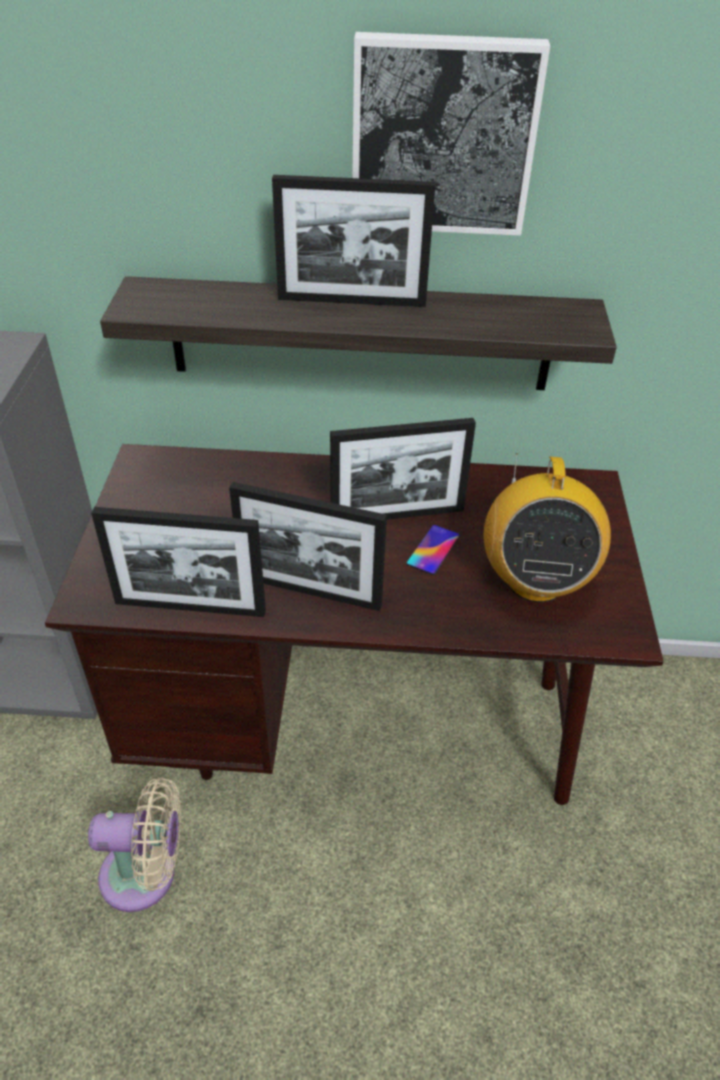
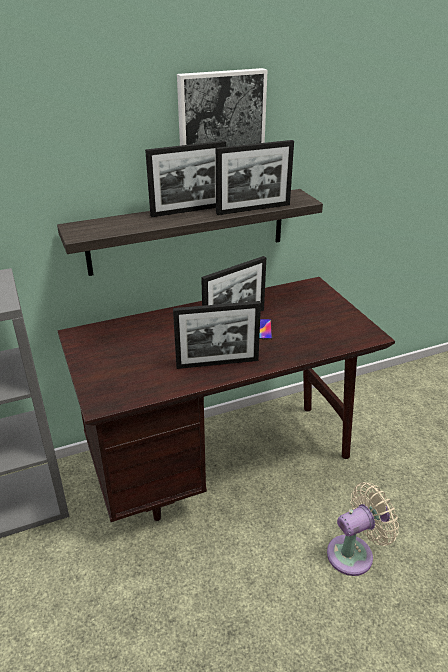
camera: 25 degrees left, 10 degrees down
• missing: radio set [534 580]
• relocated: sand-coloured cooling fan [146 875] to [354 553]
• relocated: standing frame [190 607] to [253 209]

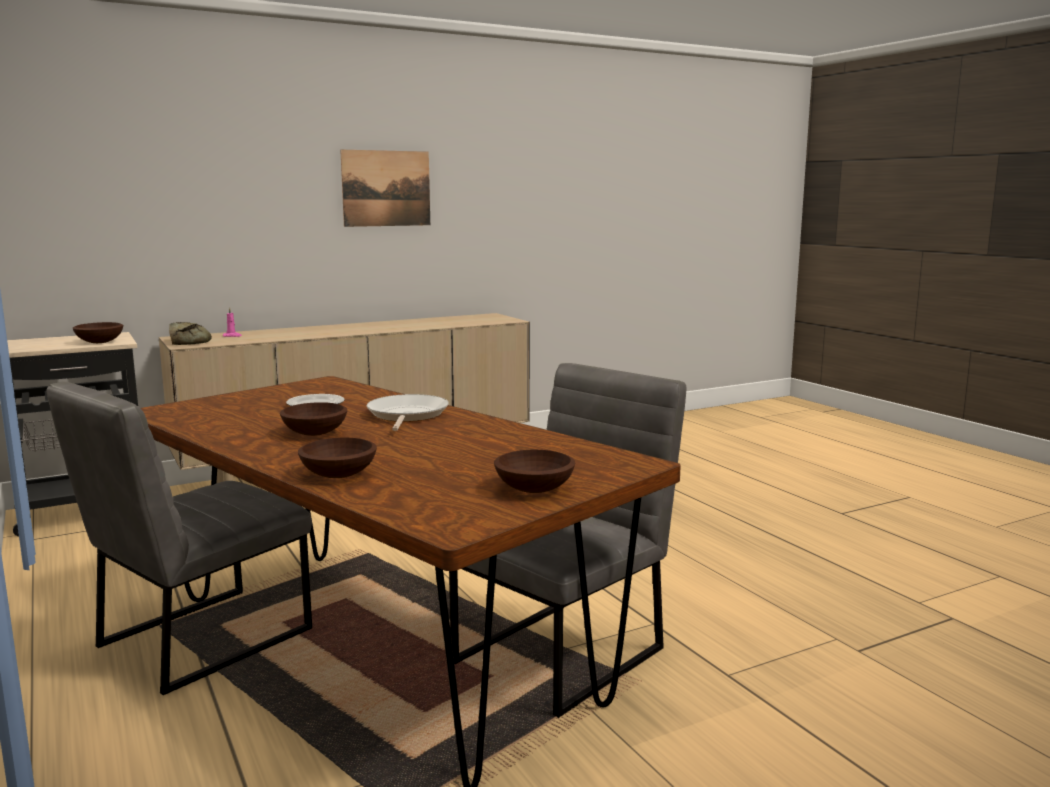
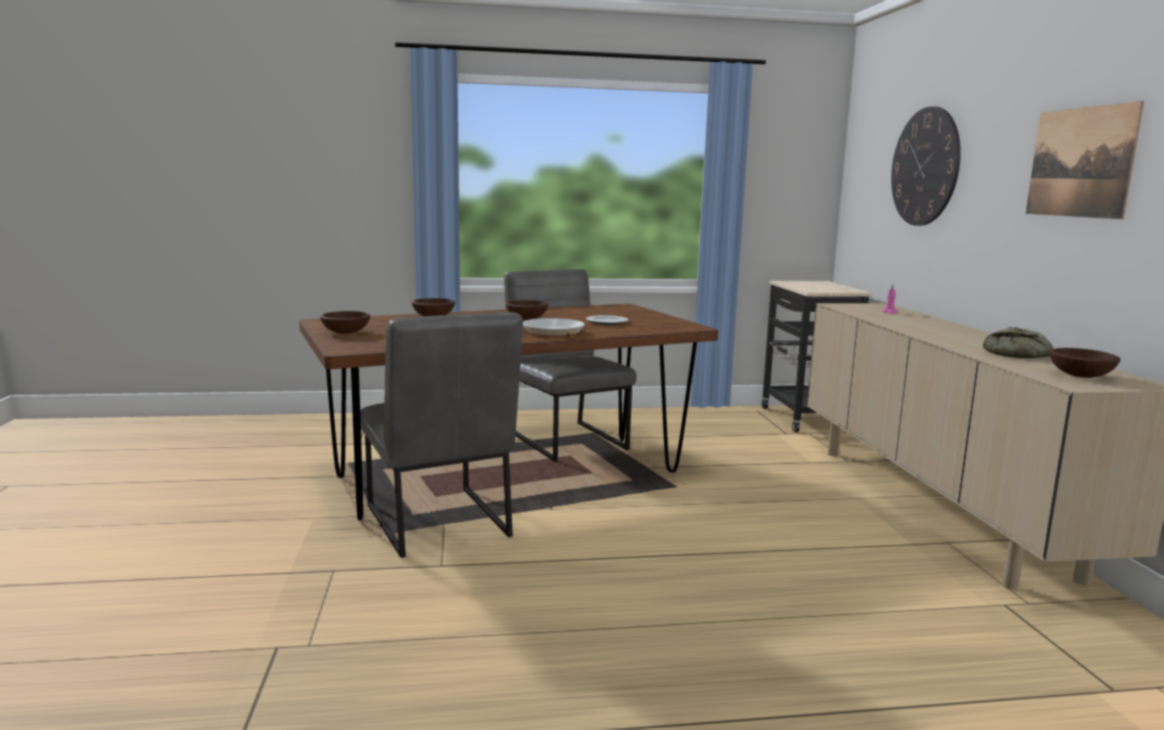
camera: 110 degrees right, 0 degrees up
• appeared: hanging clock [925 167]
• relocated: brownish serving bowl [99 342] to [1081 375]
• relocated: baked bread [189 341] to [1019 354]

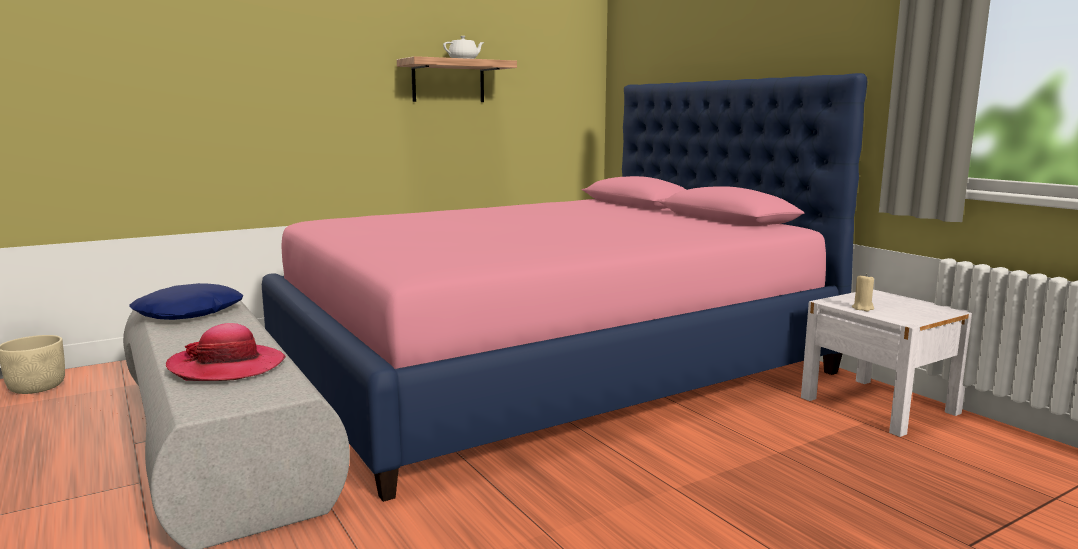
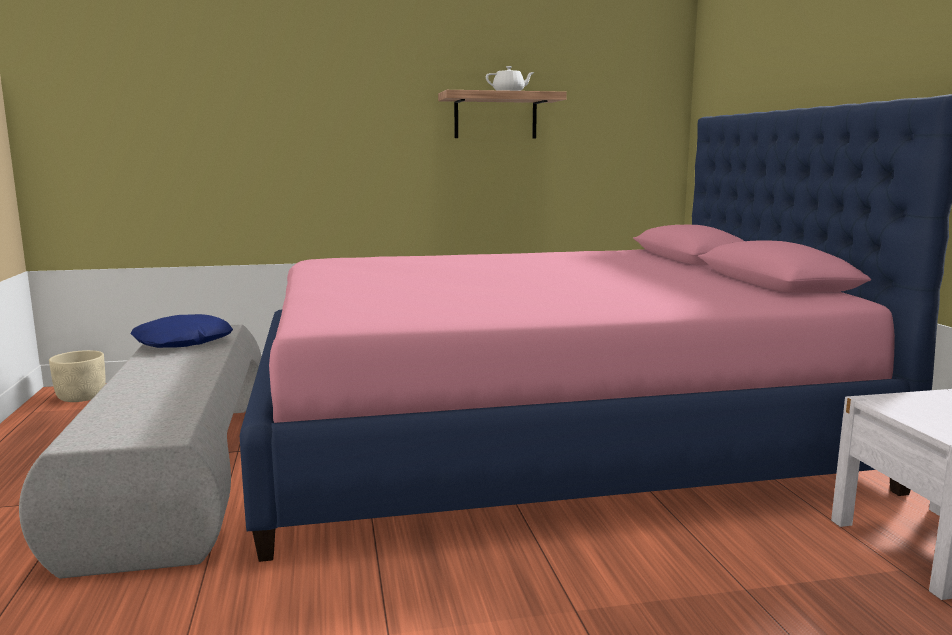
camera: 20 degrees right, 0 degrees up
• missing: clothing hat [227 366]
• missing: sand-coloured wax candle [862 308]

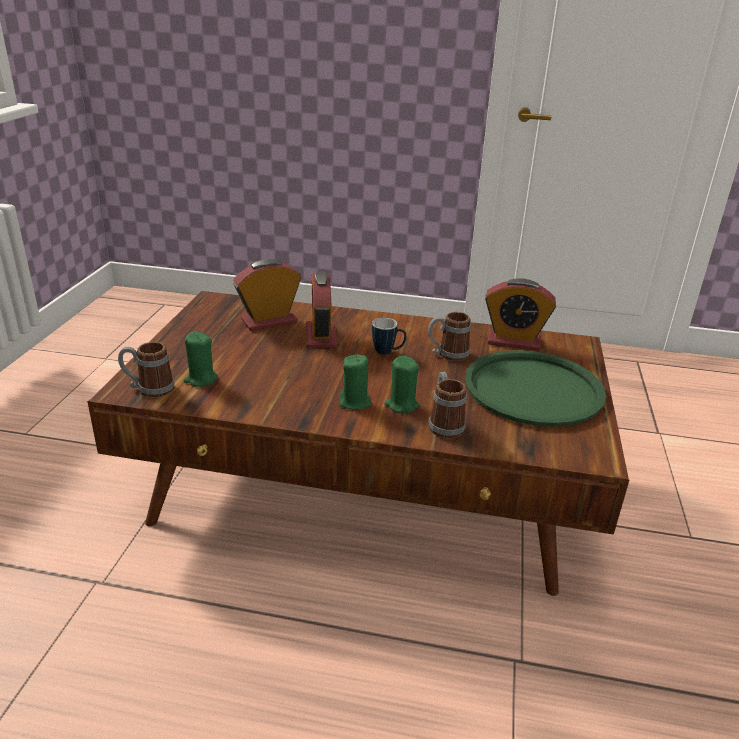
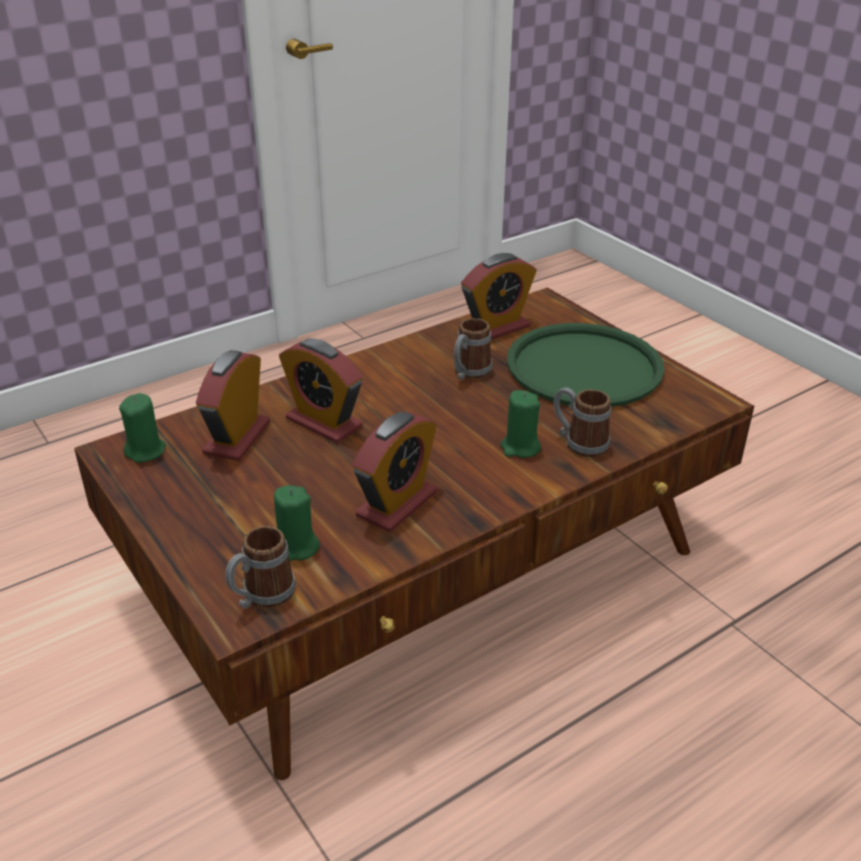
camera: 45 degrees left, 5 degrees up
• missing: tea mug [388 352]
• appeared: alarm clock [396 504]
• relocated: green-coloured wax candle [355 402] to [146 451]

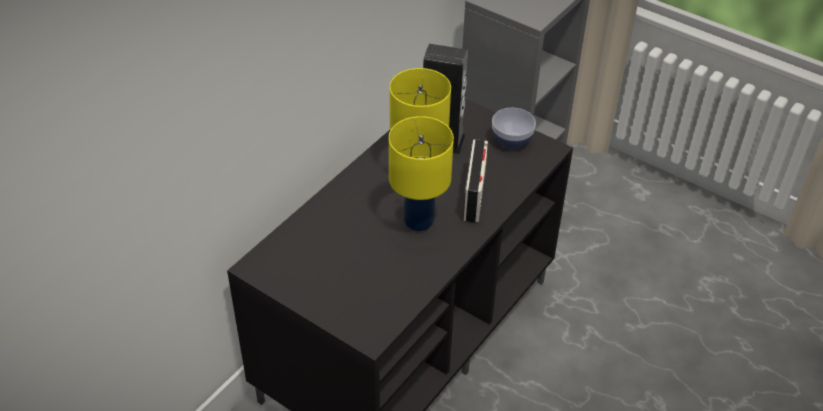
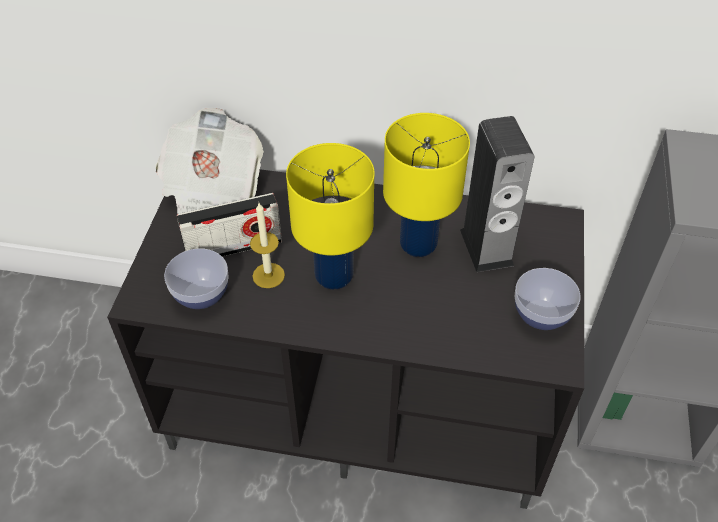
camera: 65 degrees right, 5 degrees up
• appeared: newspaper [212 193]
• appeared: serving bowl [201 295]
• appeared: wax candle [268 275]
• relocated: radio set [474 195] to [234 247]

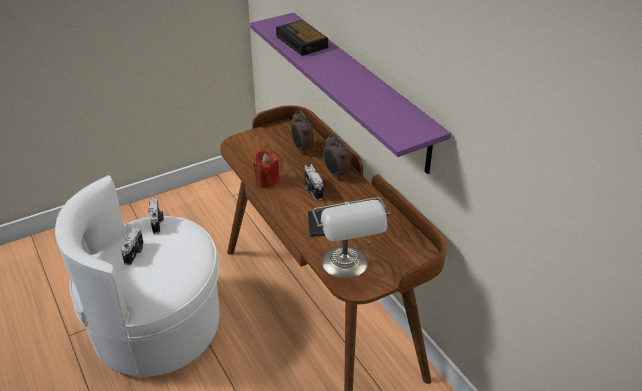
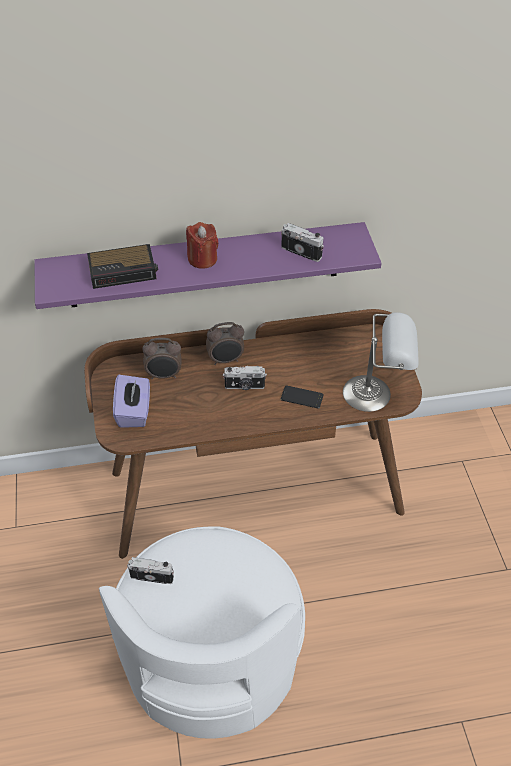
camera: 70 degrees left, 10 degrees up
• appeared: purple tissue holder [134 411]
• relocated: still camera [135 253] to [302 251]
• relocated: reddish wax candle [267 181] to [202 259]

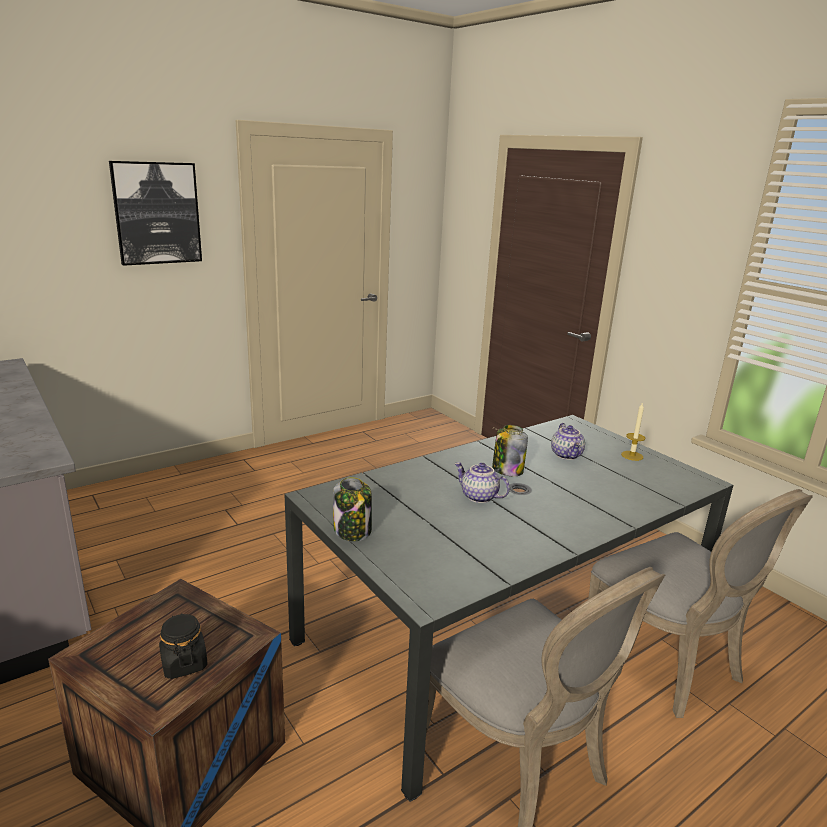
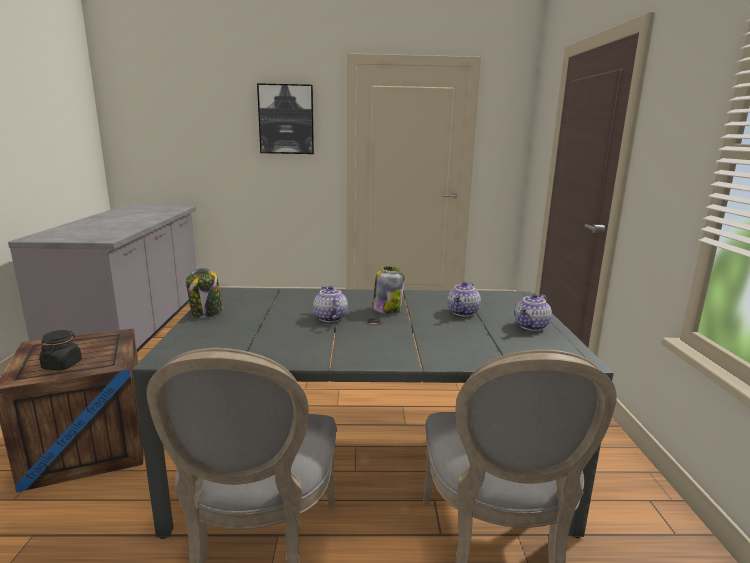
camera: 35 degrees right, 5 degrees down
• exchanged: wax candle [632 455] to tea pot [532 326]

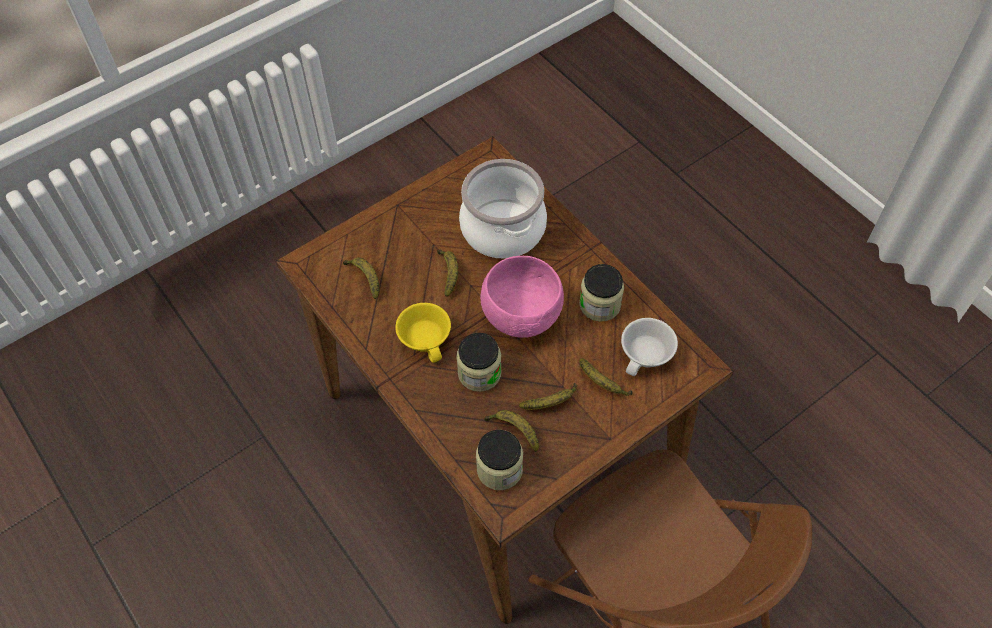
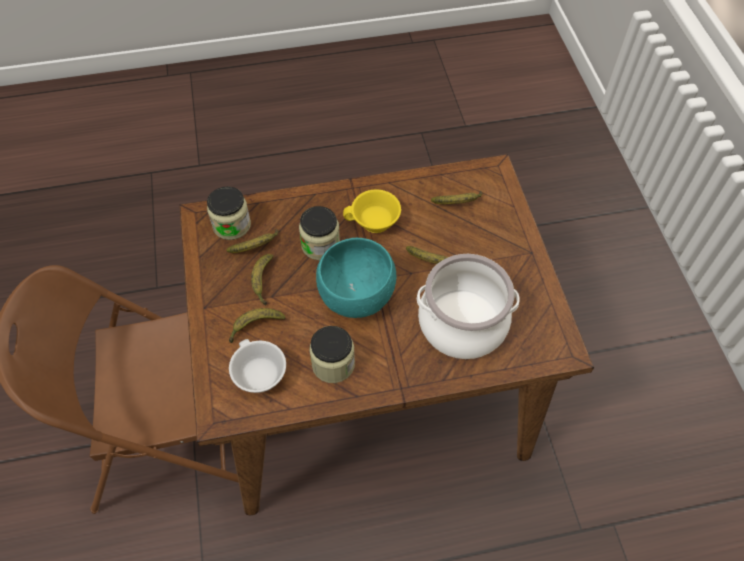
camera: 115 degrees right, 0 degrees up
• colour: pink-coloured serving bowl [521 317] to turquoise serving bowl [356 296]

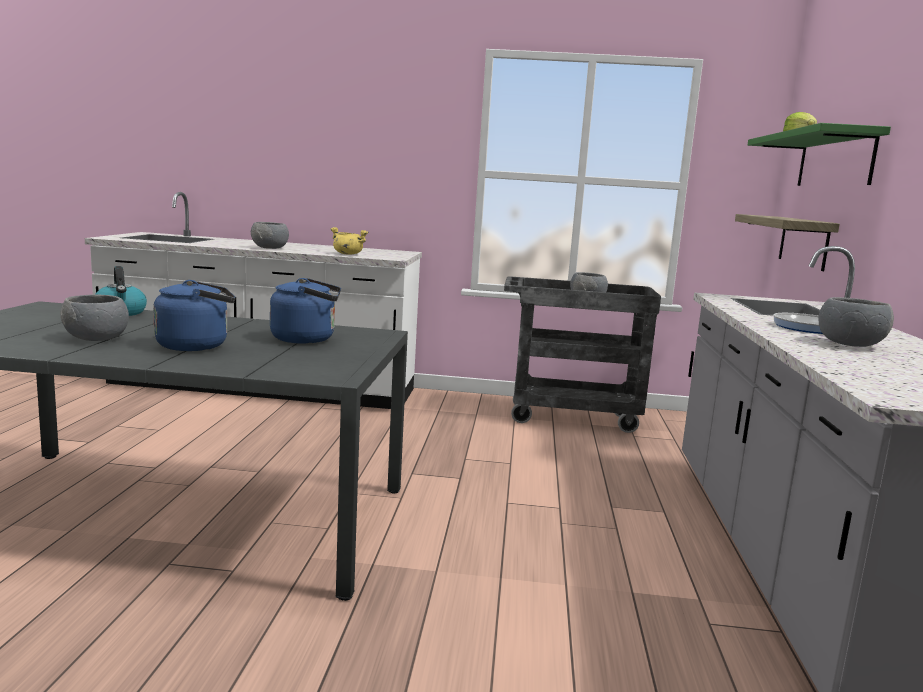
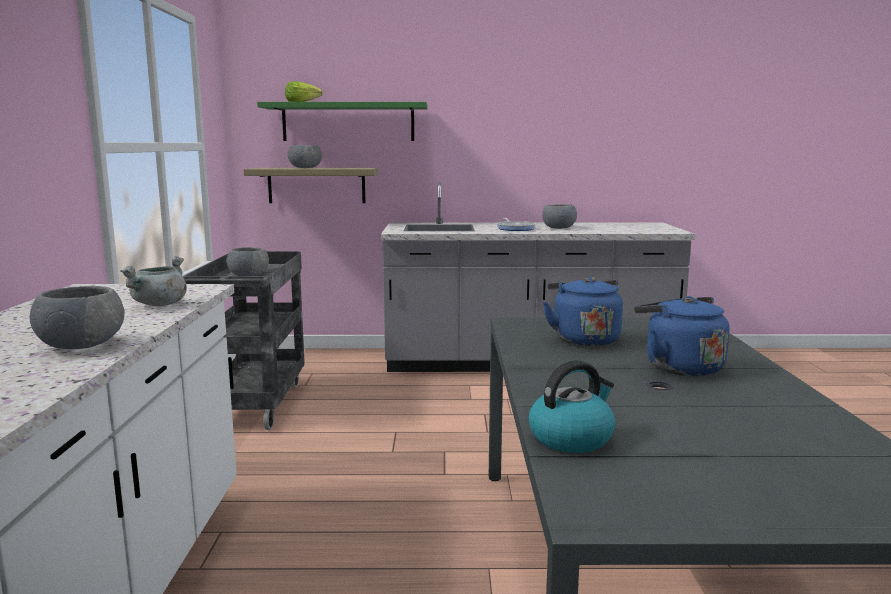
camera: 95 degrees left, 0 degrees up
• relocated: grey serving bowl [96 339] to [305 168]
• colour: yellowish stockpot [347 254] to grey stockpot [159 305]

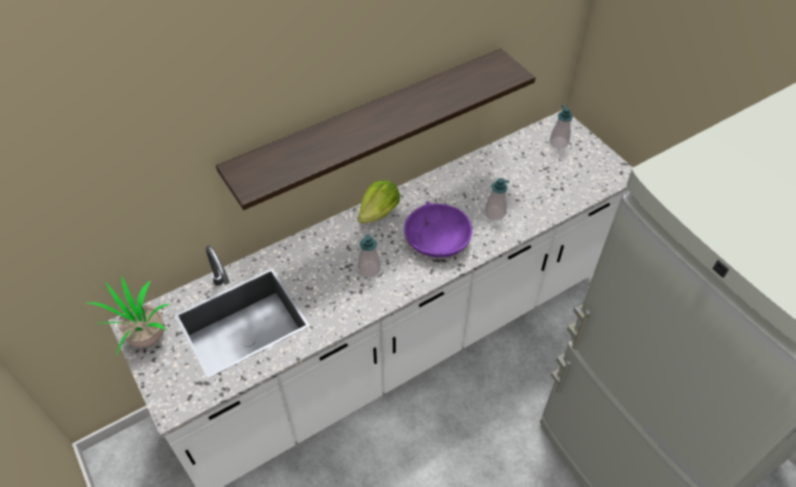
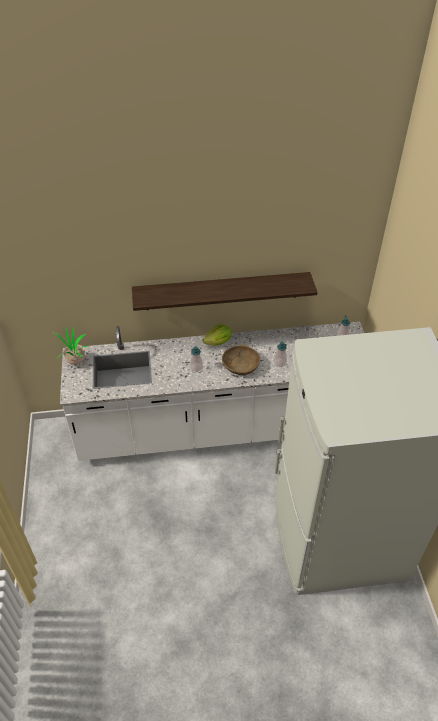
camera: 25 degrees right, 5 degrees down
• colour: purple serving bowl [437 238] to brownish serving bowl [240 364]

